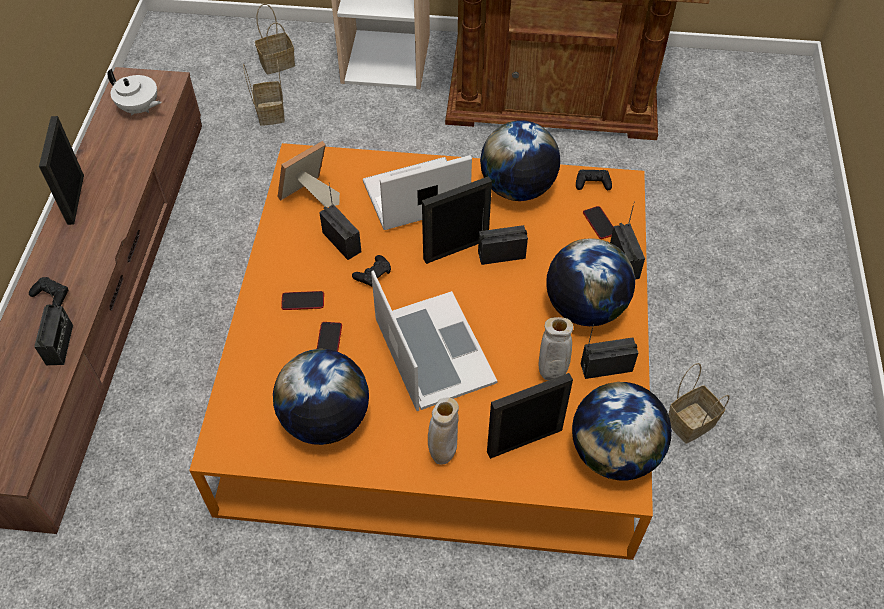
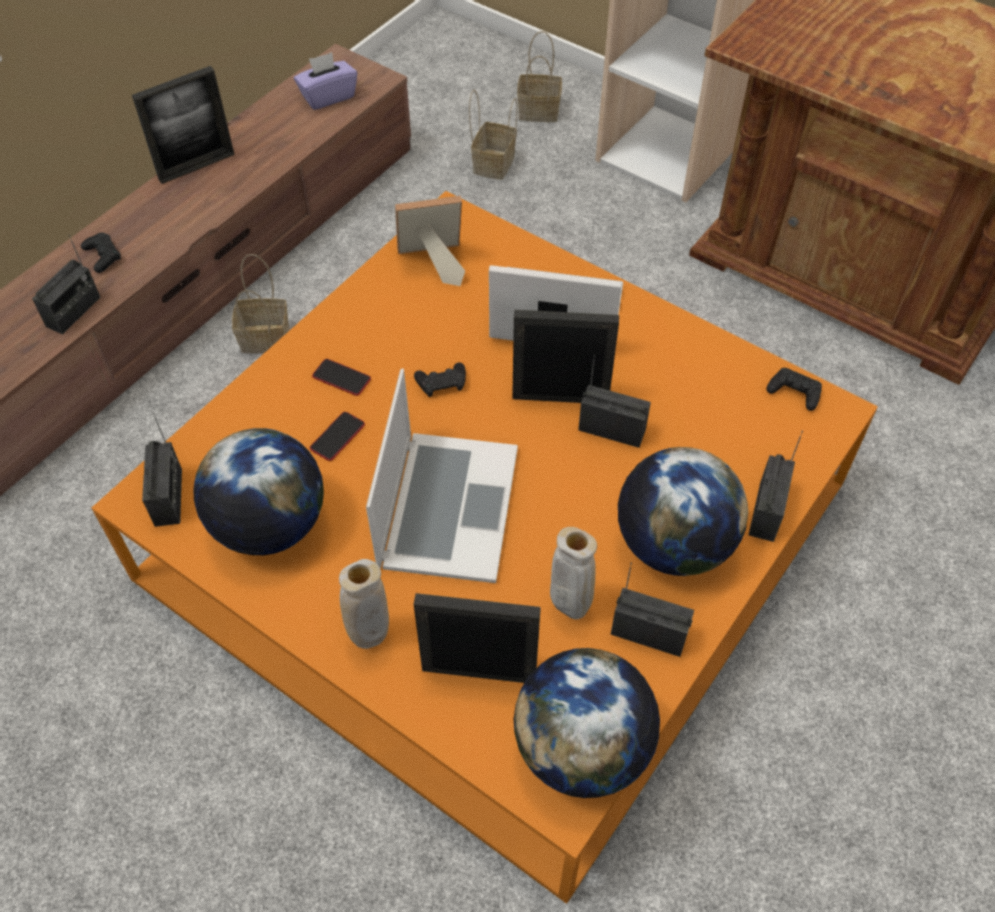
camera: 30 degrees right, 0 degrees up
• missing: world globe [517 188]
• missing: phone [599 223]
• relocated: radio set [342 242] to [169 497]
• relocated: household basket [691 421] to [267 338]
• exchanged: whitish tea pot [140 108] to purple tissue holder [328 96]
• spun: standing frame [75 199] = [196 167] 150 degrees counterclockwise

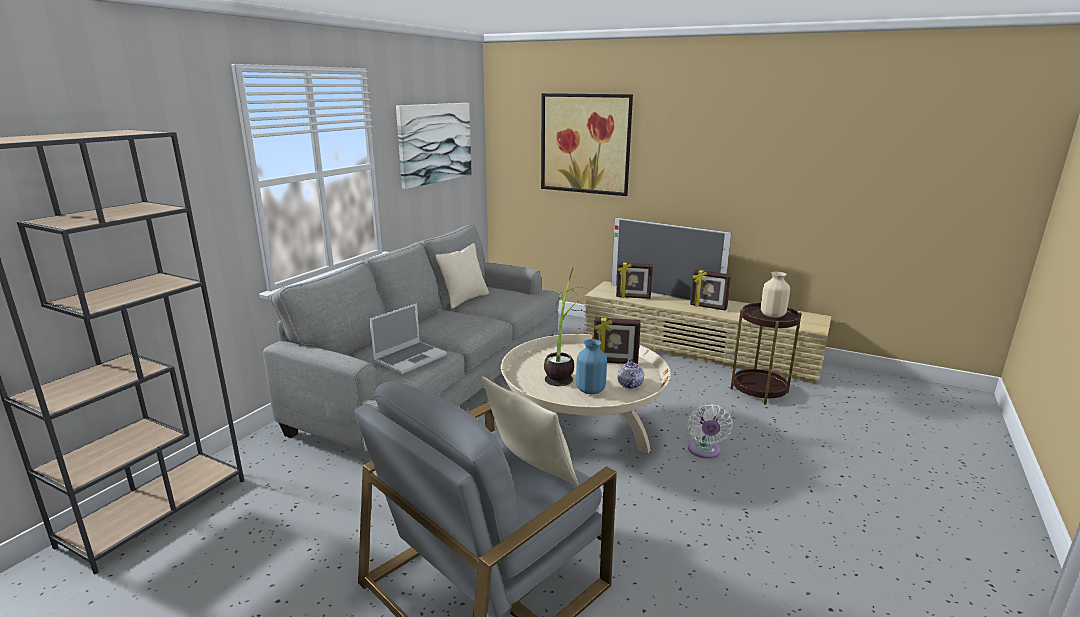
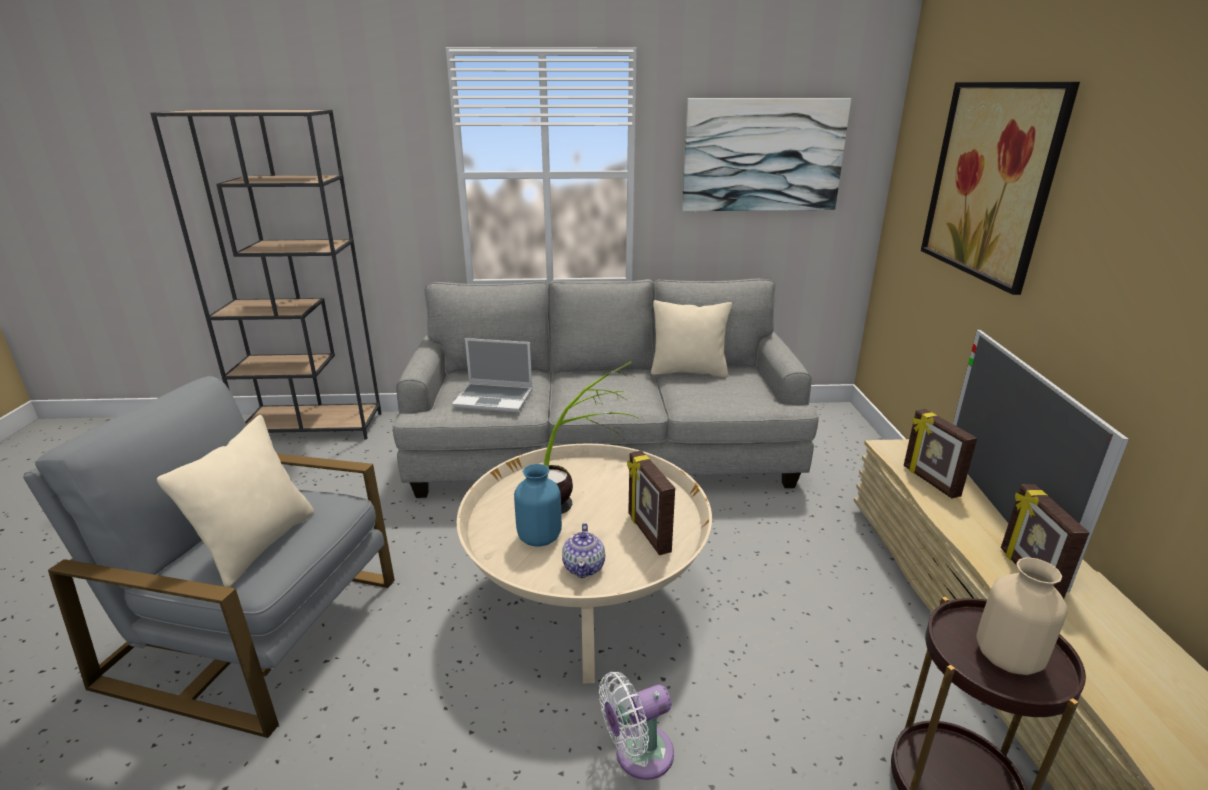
camera: 60 degrees right, 5 degrees up
• spun: tea pot [629 385] = [584 567] 120 degrees clockwise

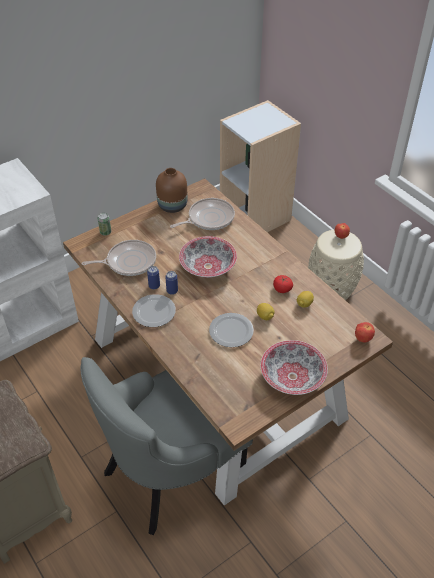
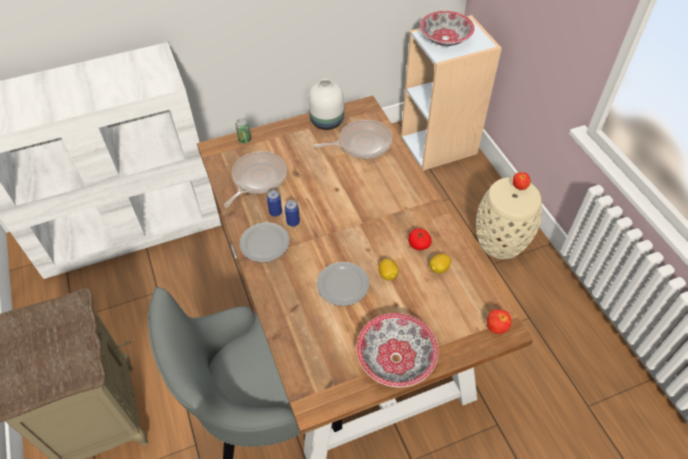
camera: 15 degrees right, 5 degrees up
• relocated: serving bowl [208 266] to [445 38]
• colour: brownish vase [173 206] to whitish vase [327 122]
• spun: pan [128 262] = [257 178] 60 degrees counterclockwise

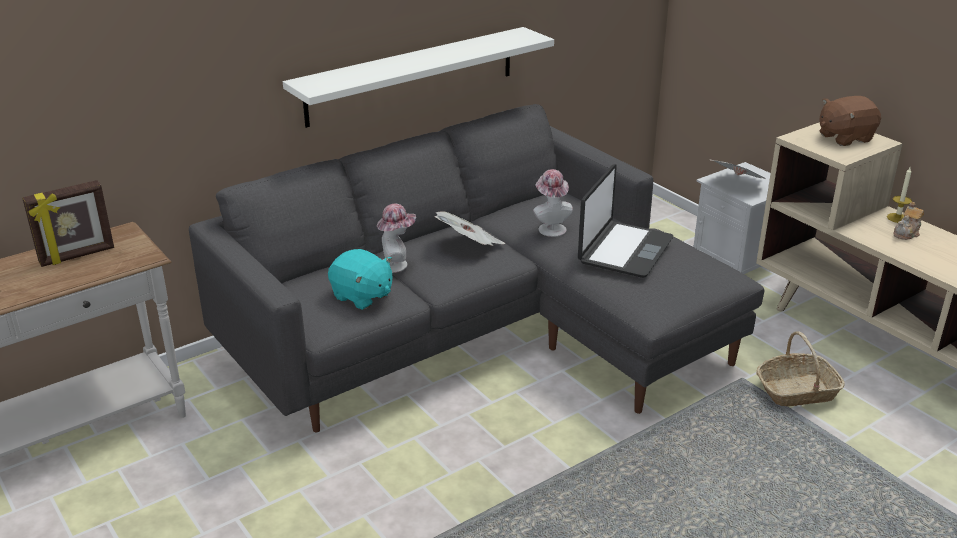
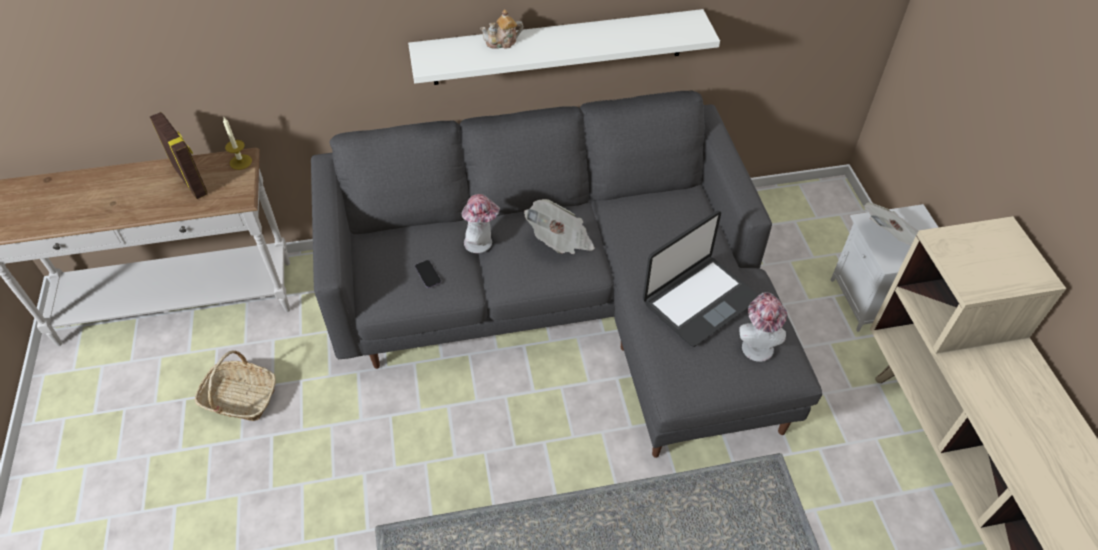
camera: 25 degrees right, 20 degrees up
• missing: brownish soft toy [844 137]
• relocated: clothing hat [550 228] to [757 344]
• relocated: household basket [797 391] to [240 398]
• relocated: wax candle [897 218] to [240 162]
• relocated: tea pot [907 233] to [502 42]
• exchanged: turquoise soft toy [362 296] to phone [428 275]
• spun: standing frame [77 256] = [190 179] 120 degrees counterclockwise

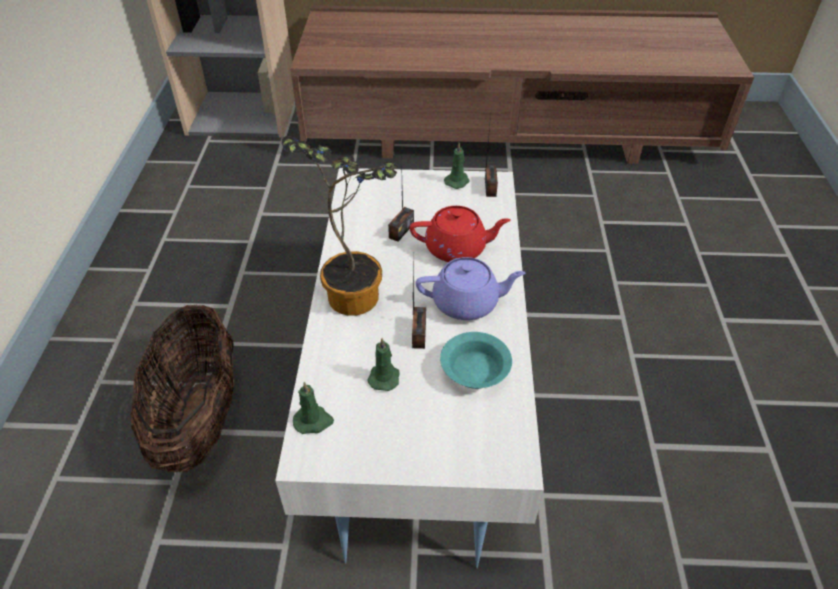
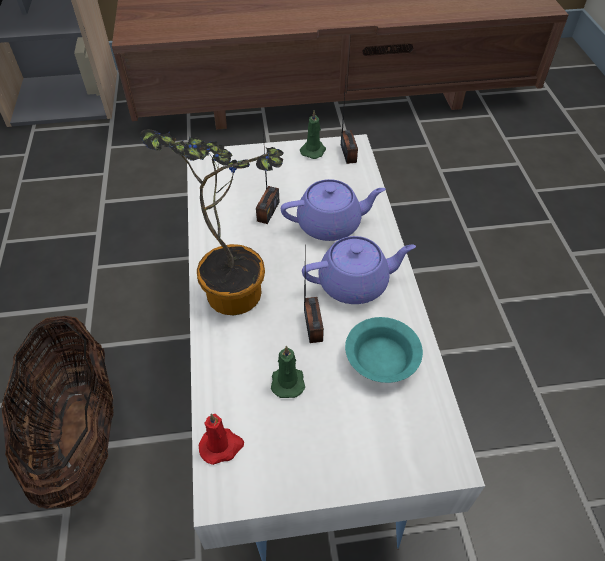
camera: 10 degrees left, 5 degrees up
• colour: green-coloured wax candle [313 421] to reddish wax candle [222 446]
• colour: reddish tea pot [457 249] to purple tea pot [330 224]

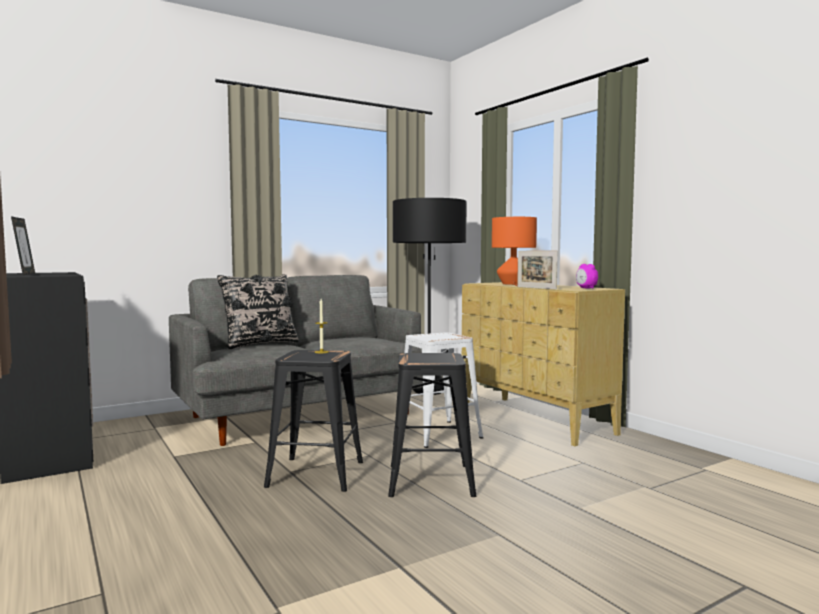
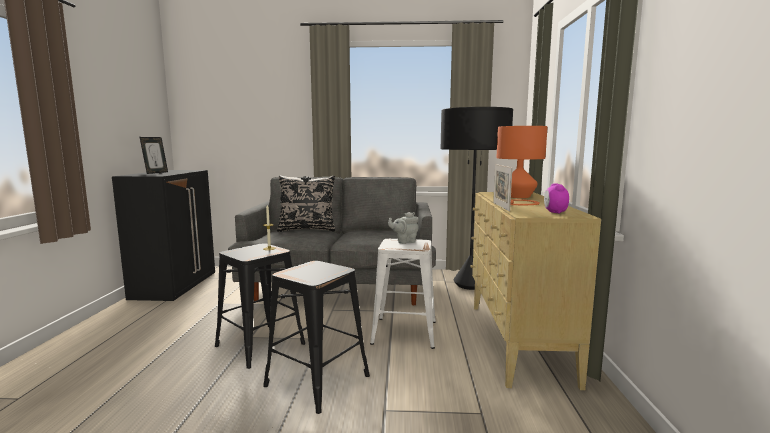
camera: 35 degrees right, 5 degrees up
• appeared: grey tea pot [404 241]

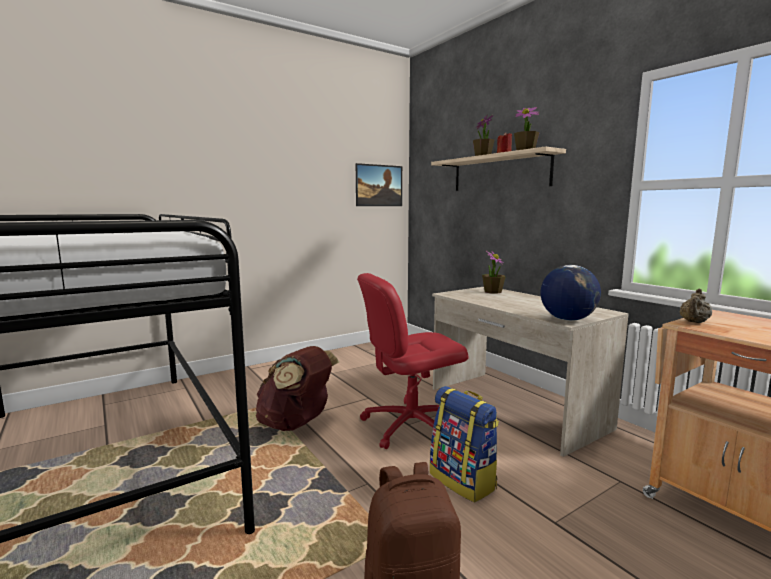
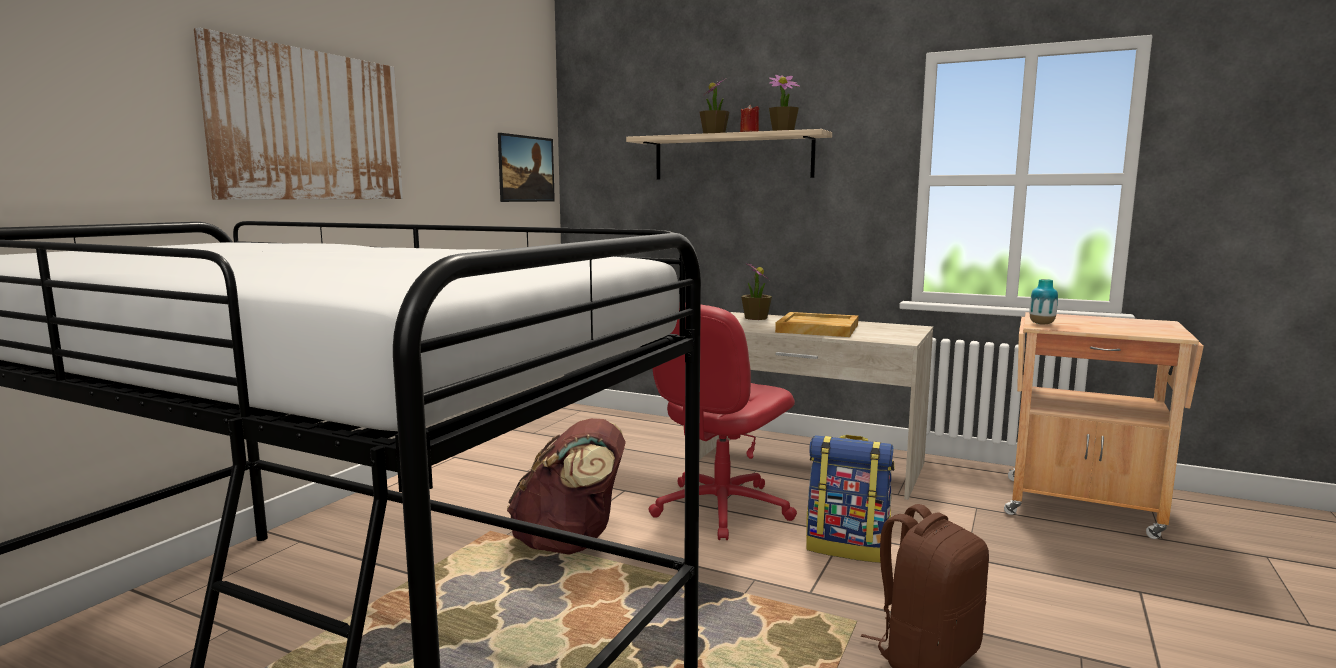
camera: 30 degrees left, 0 degrees up
• missing: world globe [567 319]
• appeared: wall picture [310 126]
• appeared: sand-coloured carrying tray [816 328]
• exchanged: sand-coloured tea pot [694 322] to vase [1041 324]

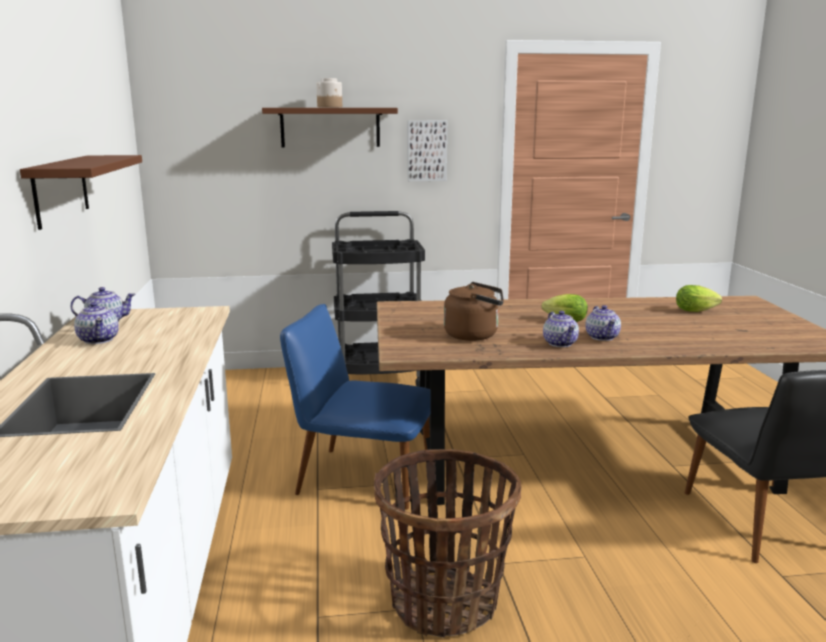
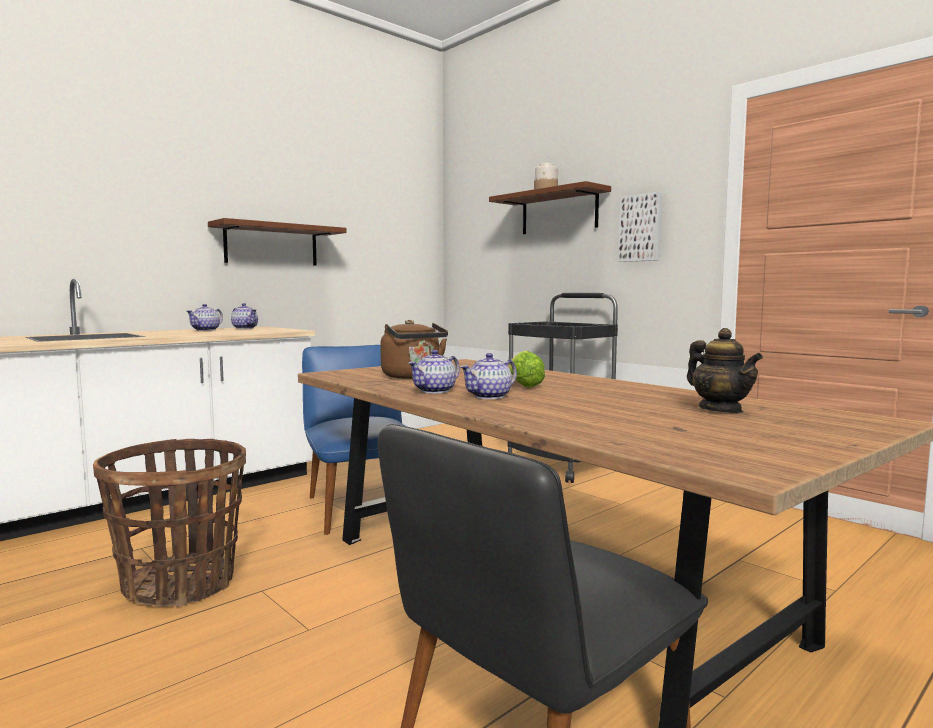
camera: 55 degrees right, 10 degrees down
• exchanged: lettuce [697 311] to tea pot [720 410]

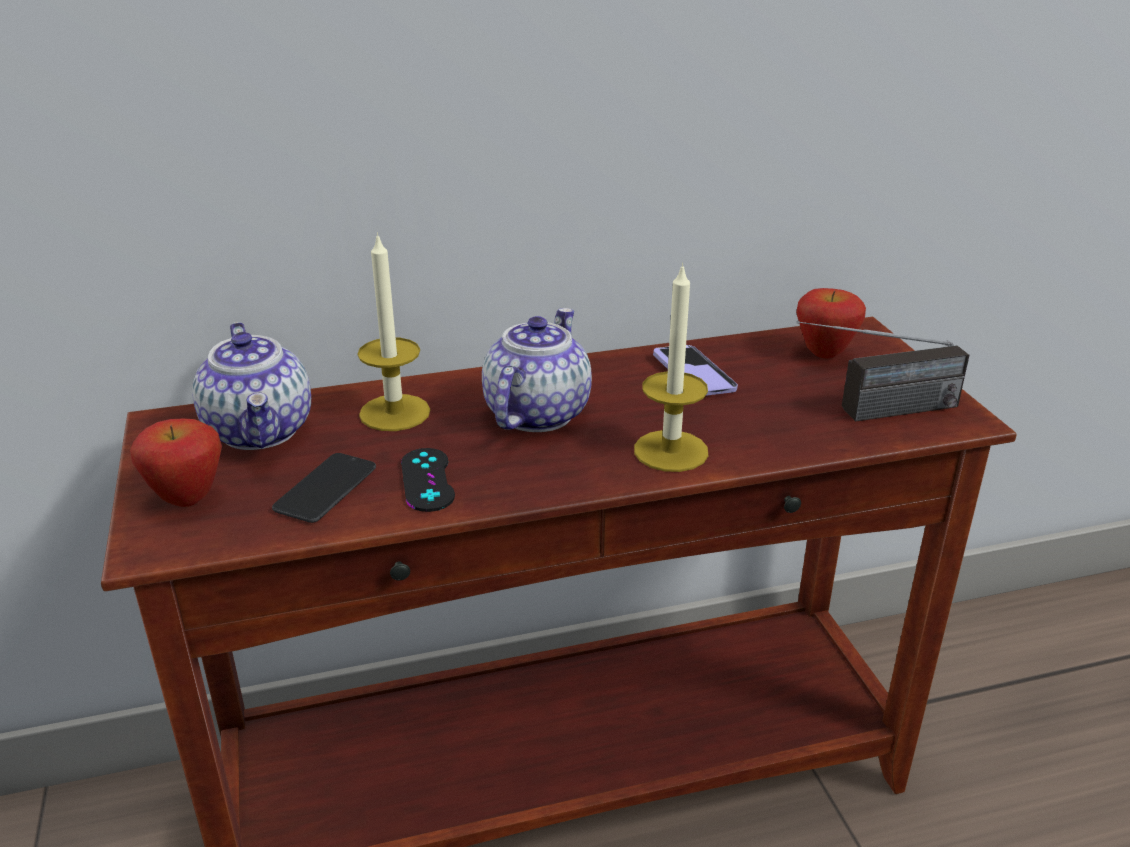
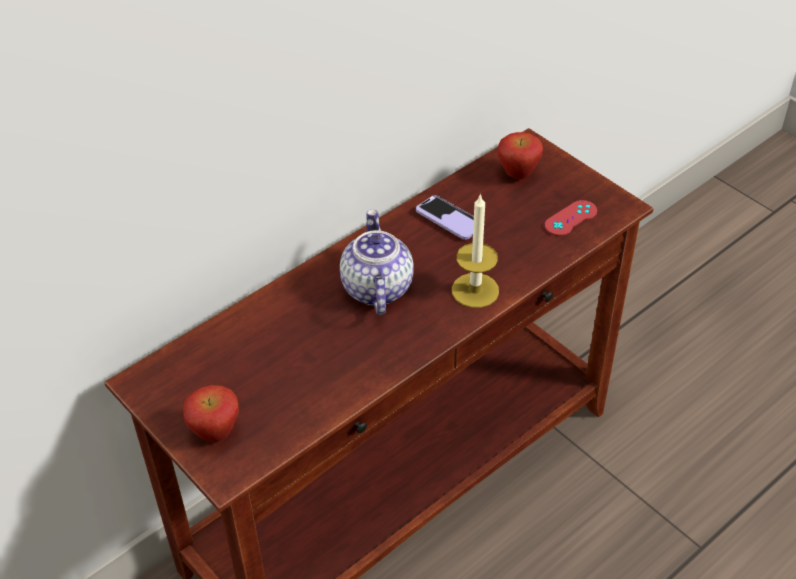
camera: 25 degrees left, 15 degrees up
• missing: tea pot [261 431]
• missing: phone [326 489]
• missing: wax candle [394 413]
• missing: blackish gamepad [427 480]
• exchanged: radio set [873 413] to reddish gamepad [571 218]

